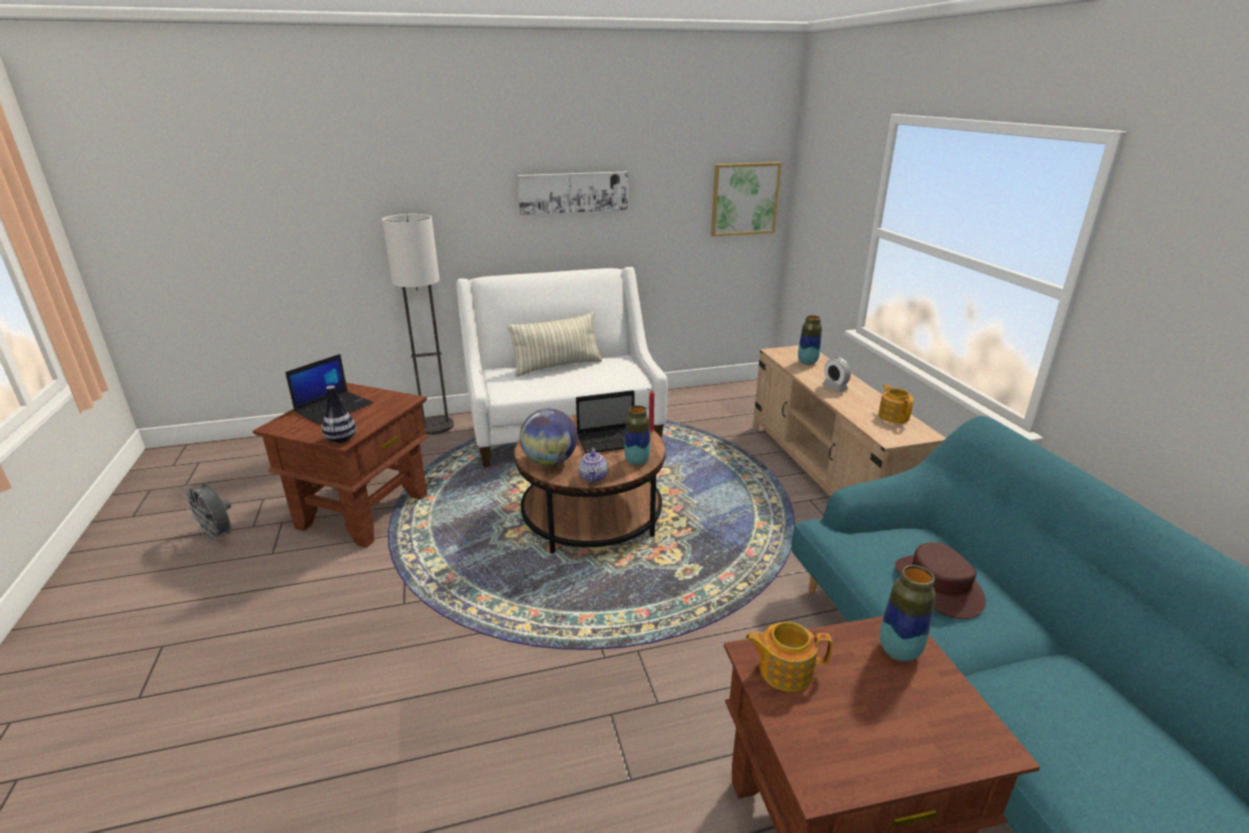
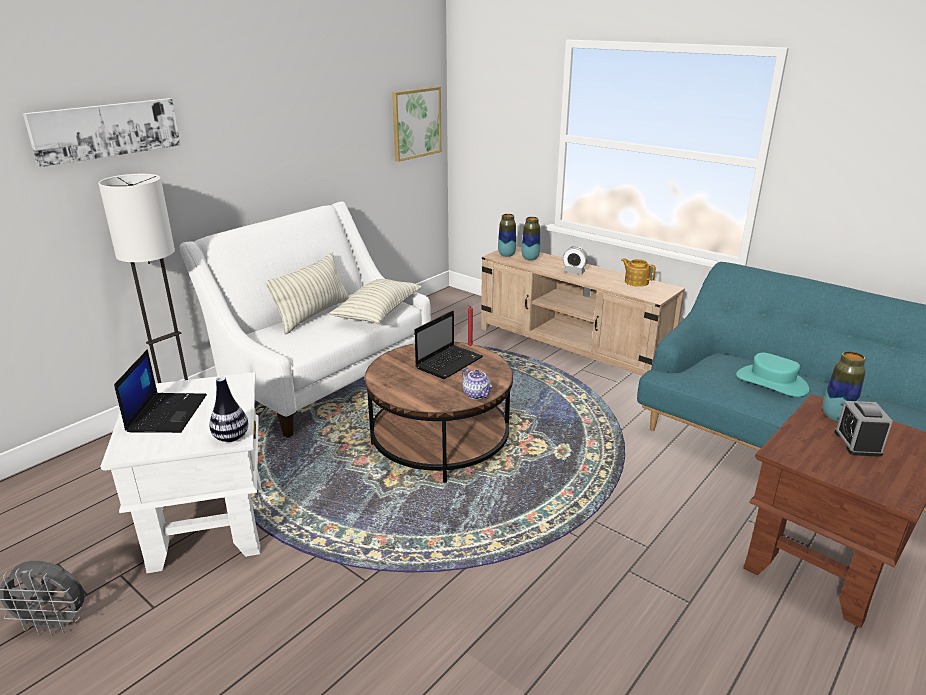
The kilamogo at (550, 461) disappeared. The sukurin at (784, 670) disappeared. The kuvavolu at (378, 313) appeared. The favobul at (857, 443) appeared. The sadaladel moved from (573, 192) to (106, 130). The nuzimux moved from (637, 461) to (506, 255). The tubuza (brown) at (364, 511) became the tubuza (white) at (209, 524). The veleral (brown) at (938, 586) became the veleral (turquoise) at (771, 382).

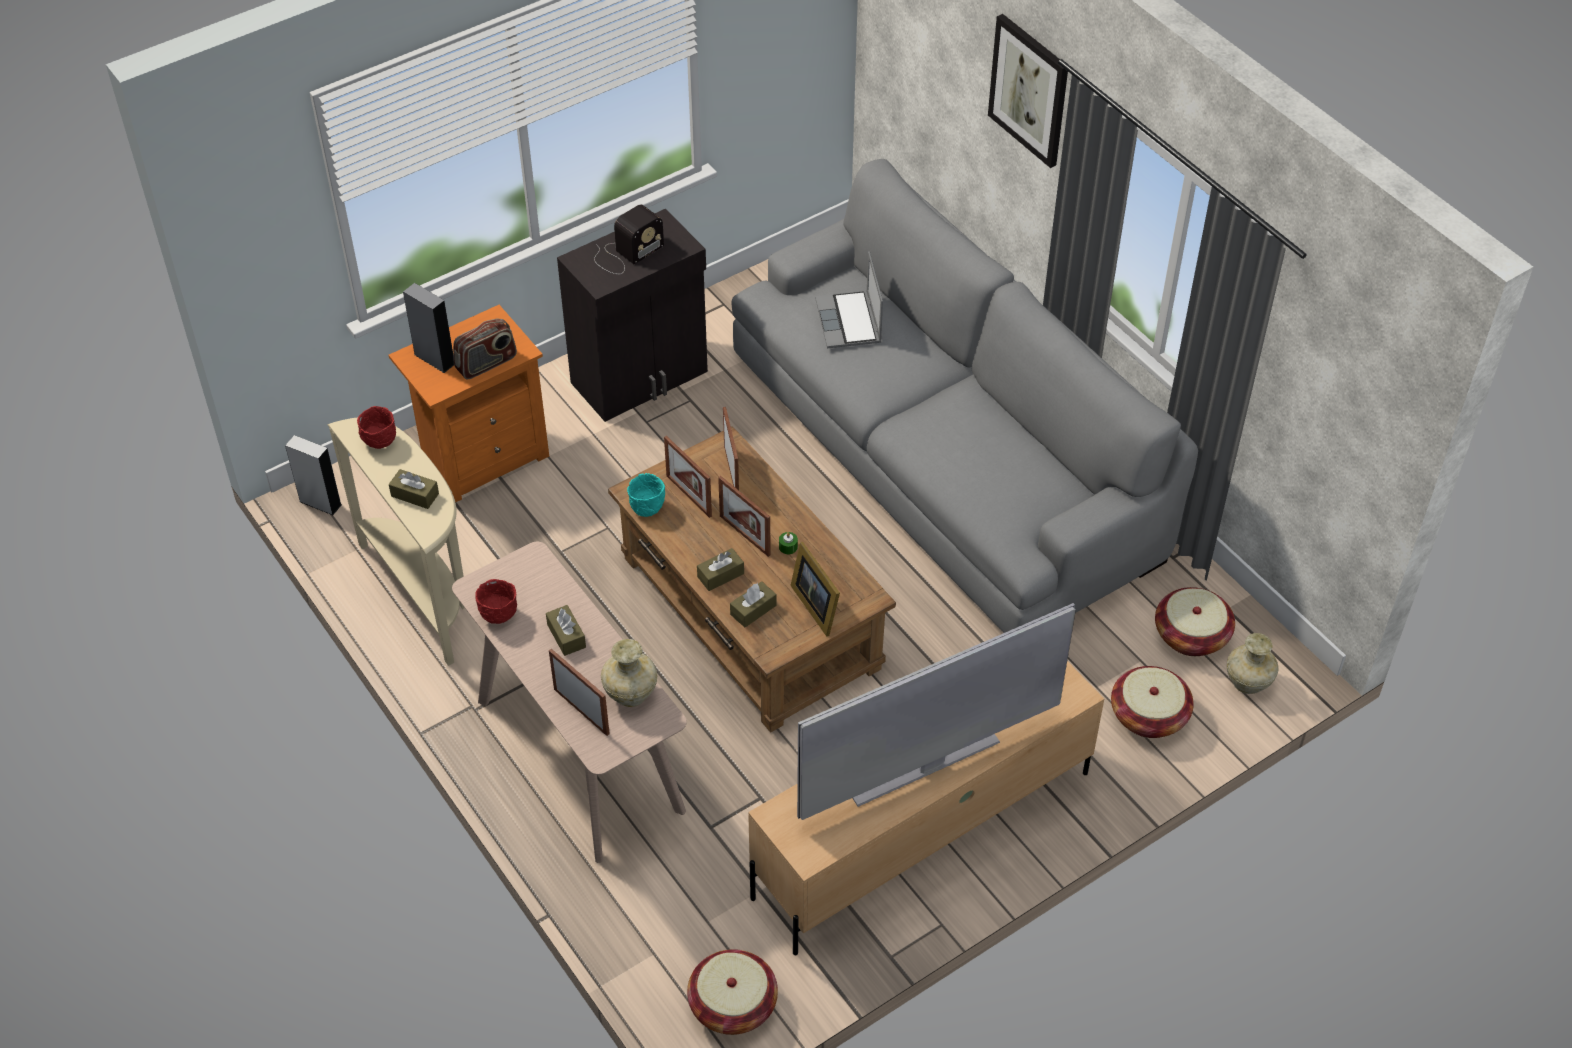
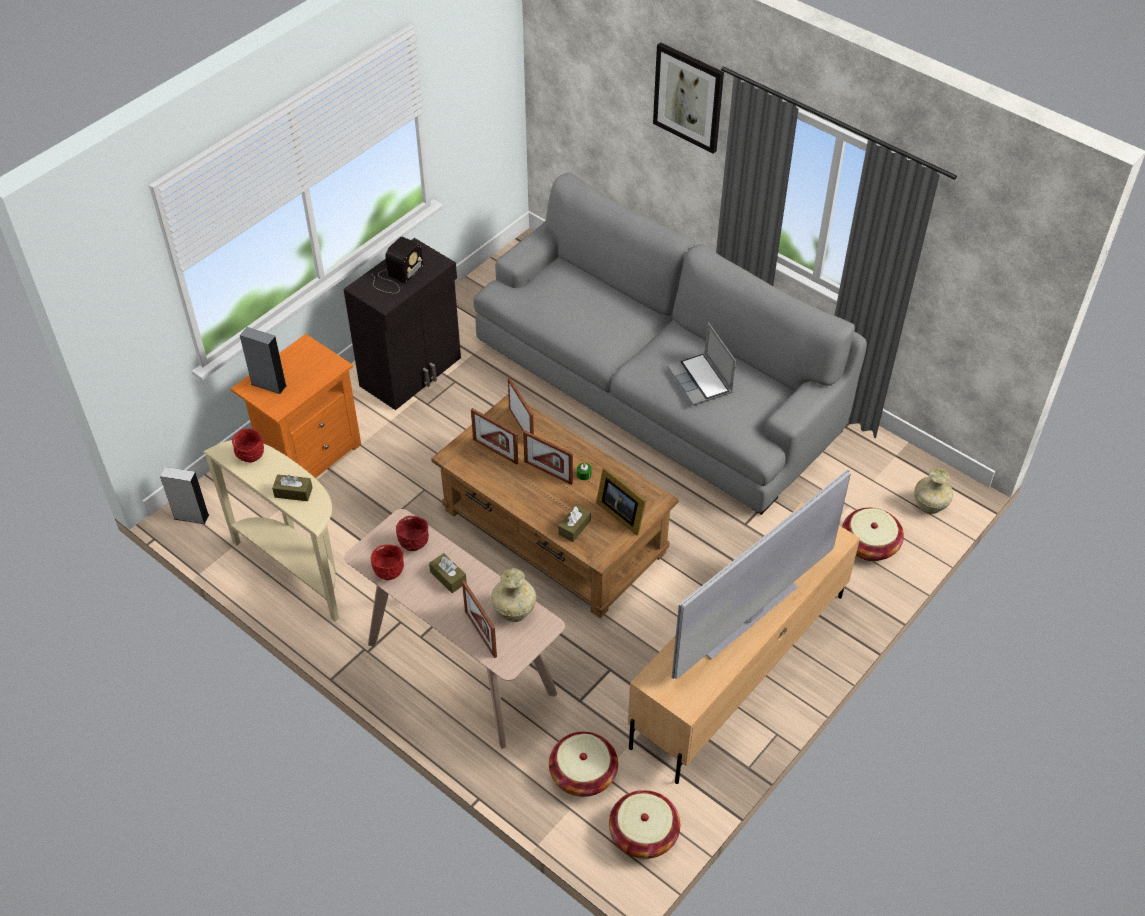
The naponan at (486, 364) disappeared. The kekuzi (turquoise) at (648, 508) disappeared. The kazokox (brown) at (720, 575) disappeared. The kekuzi (red) at (413, 544) appeared. The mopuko moved from (849, 322) to (701, 381). The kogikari moved from (1191, 635) to (583, 774). The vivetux at (581, 711) turned 150 degrees counterclockwise.

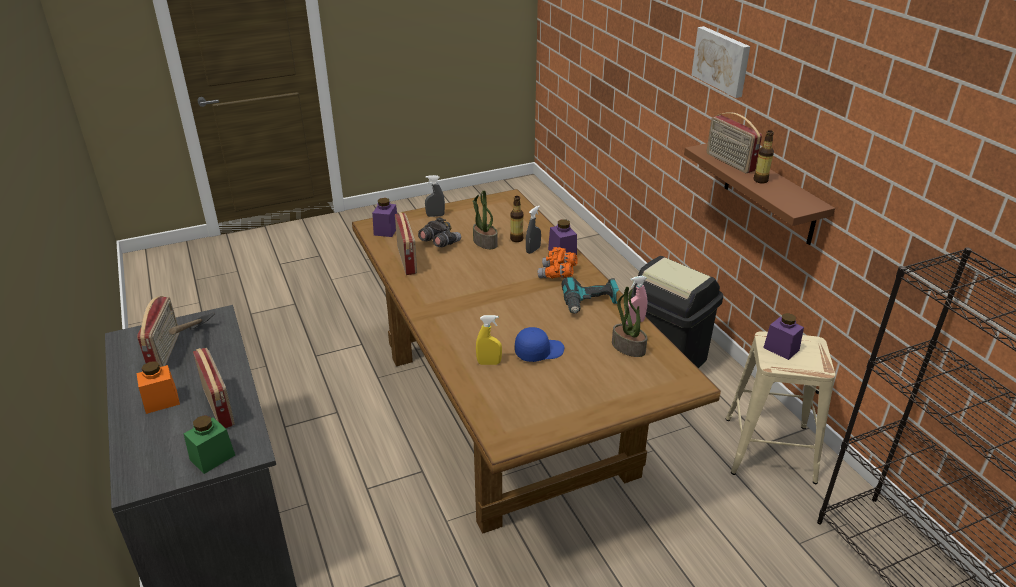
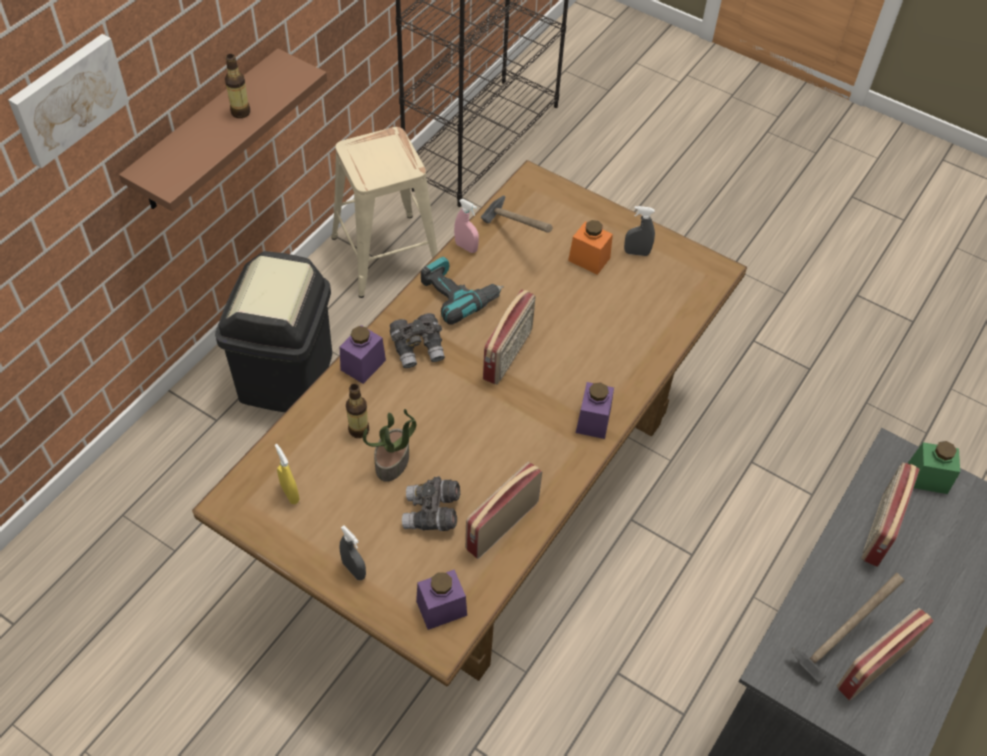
The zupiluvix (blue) at (538, 351) disappeared. The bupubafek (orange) moved from (161, 401) to (589, 259). The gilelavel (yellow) moved from (489, 363) to (290, 493). The gilelavel (grey) moved from (533, 250) to (636, 253). The naponan moved from (729, 162) to (508, 355). The bupubafek (purple) moved from (781, 349) to (593, 420). The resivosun at (627, 347) was replaced by the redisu at (515, 237). The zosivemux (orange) at (557, 274) became the zosivemux (grey) at (418, 348).

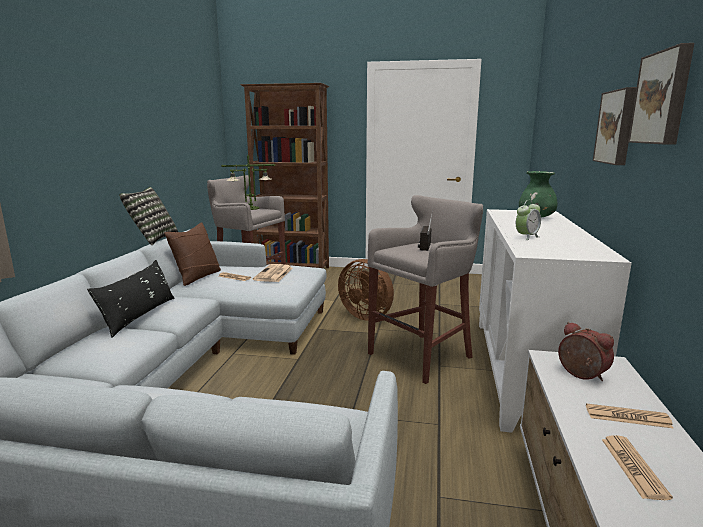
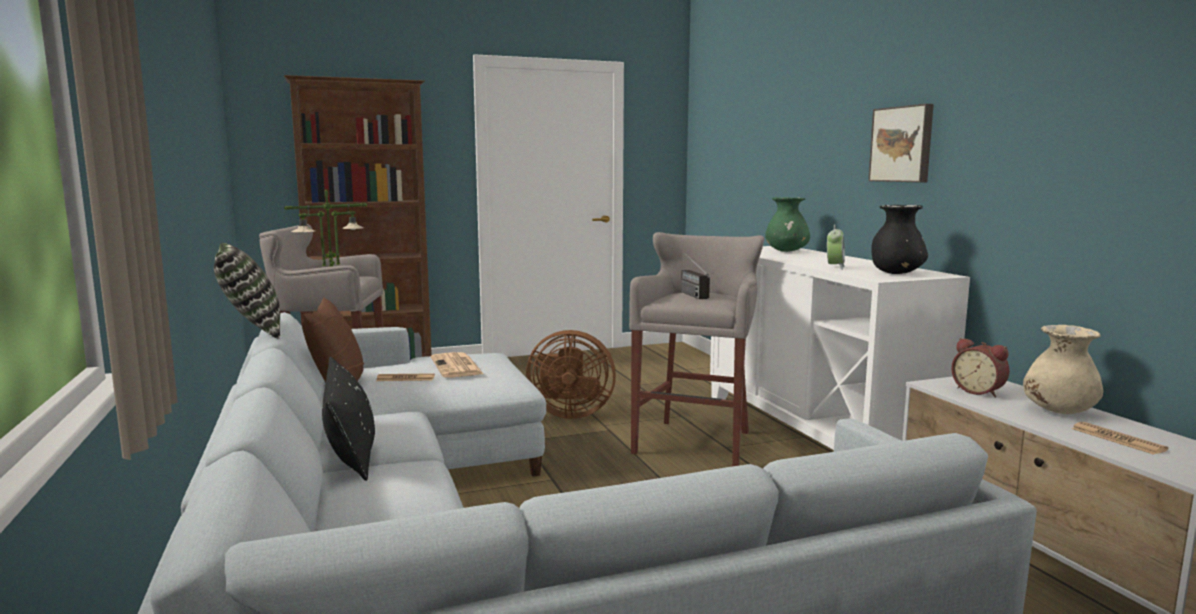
The sadaladel at (663, 98) disappeared. The nuzimux (black) at (896, 273) appeared. The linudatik at (627, 417) was replaced by the nuzimux (beige) at (1058, 411). The favobul at (580, 375) turned 150 degrees counterclockwise.

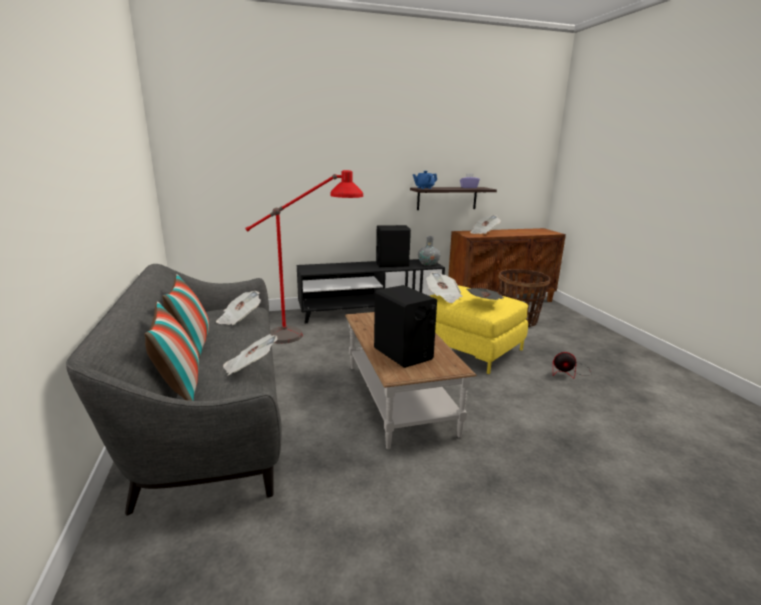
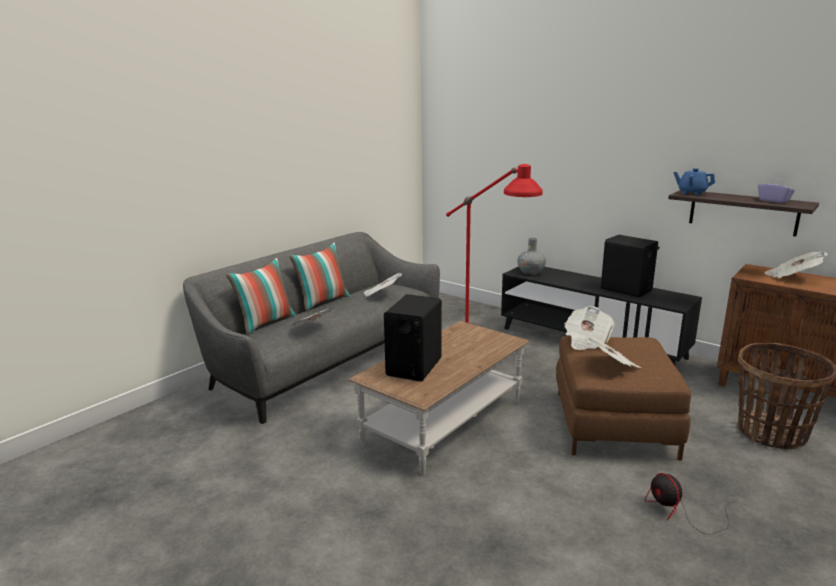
The nuzimux (grey) moved from (428, 264) to (531, 272). The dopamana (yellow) at (469, 348) became the dopamana (brown) at (614, 424).

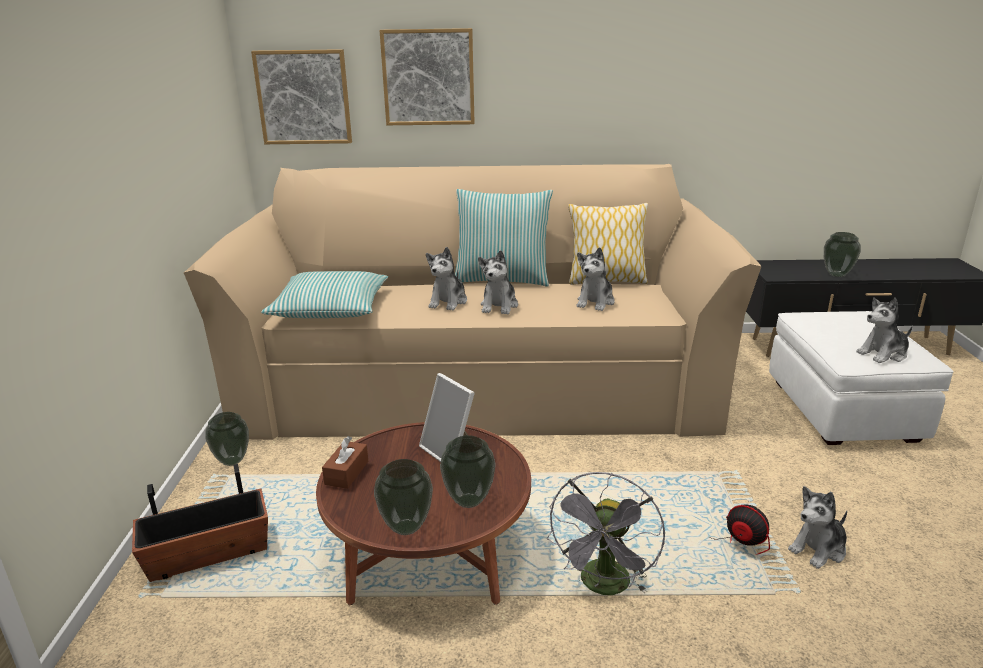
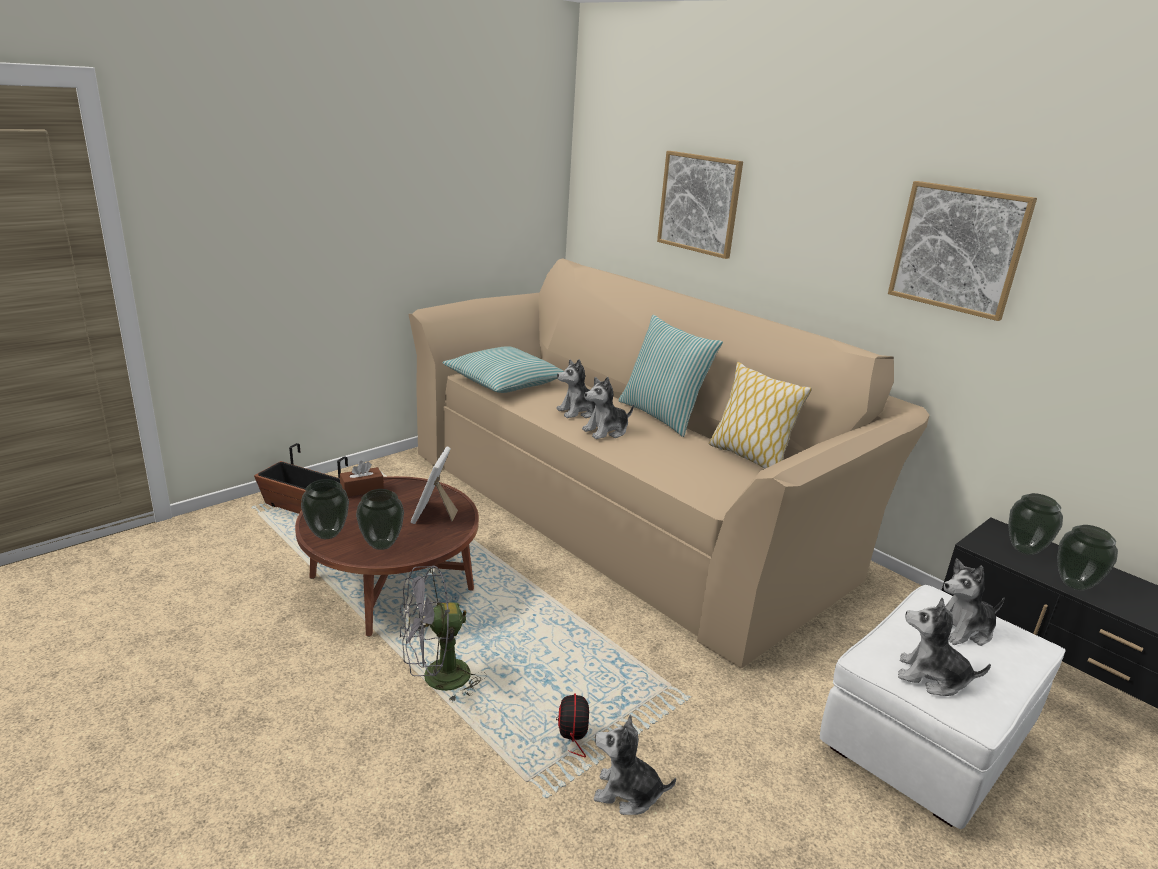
The nuzimux moved from (232, 461) to (1023, 550). The sadaladel moved from (303, 97) to (958, 249). The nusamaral moved from (595, 302) to (963, 630).

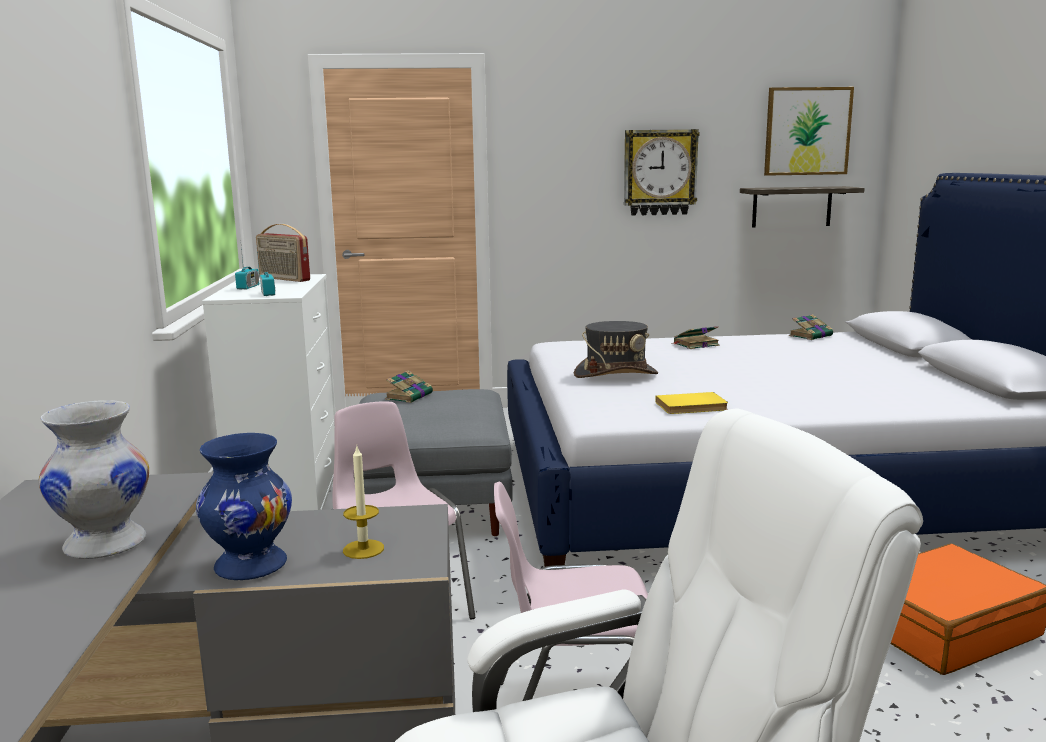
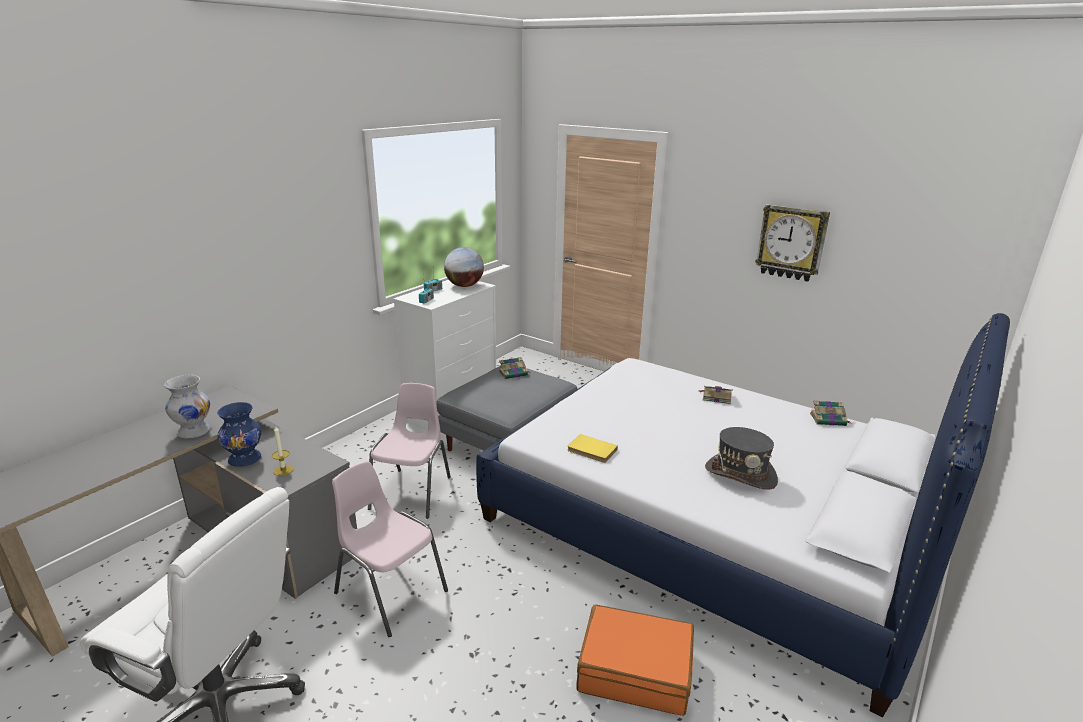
The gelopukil at (791, 207) disappeared. The sadaladel at (807, 131) disappeared. The veleral (grey) moved from (615, 374) to (740, 474). The naponan at (283, 279) was replaced by the kilamogo at (464, 286).

